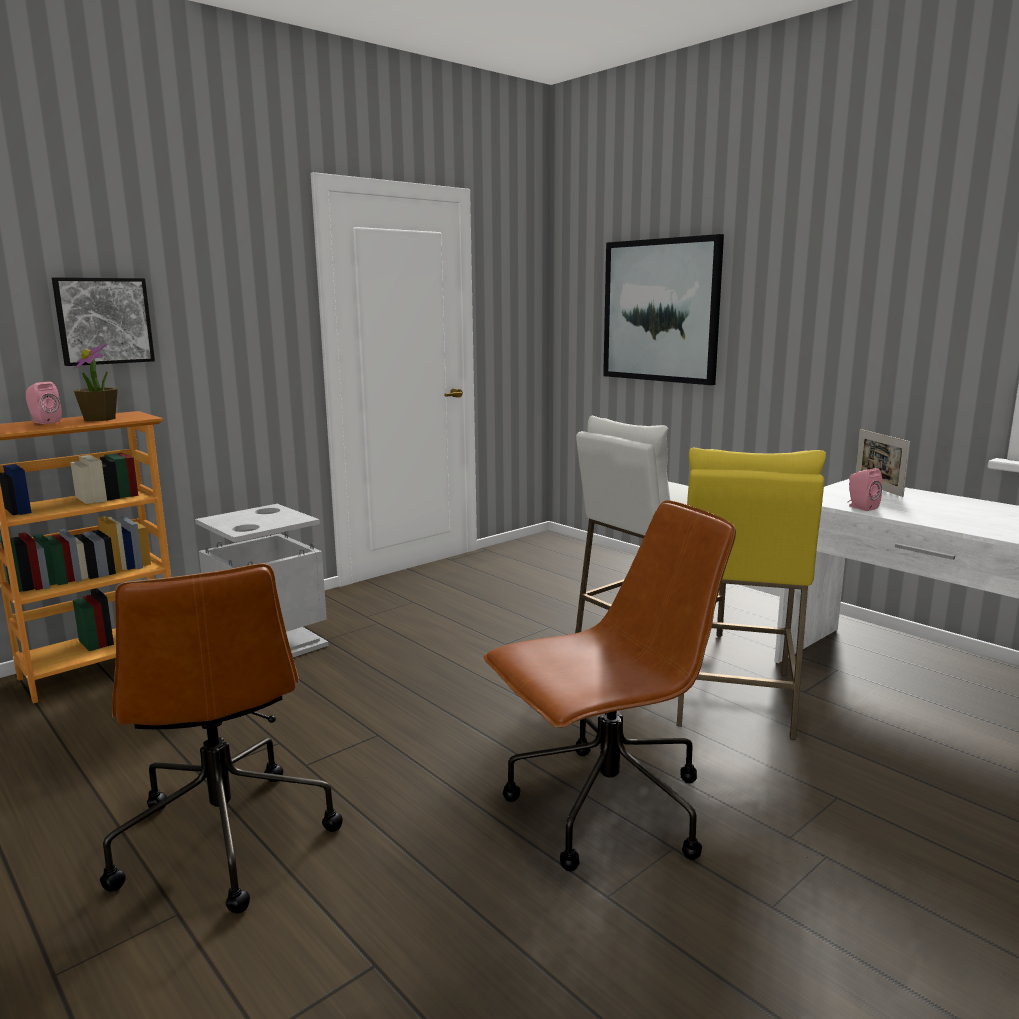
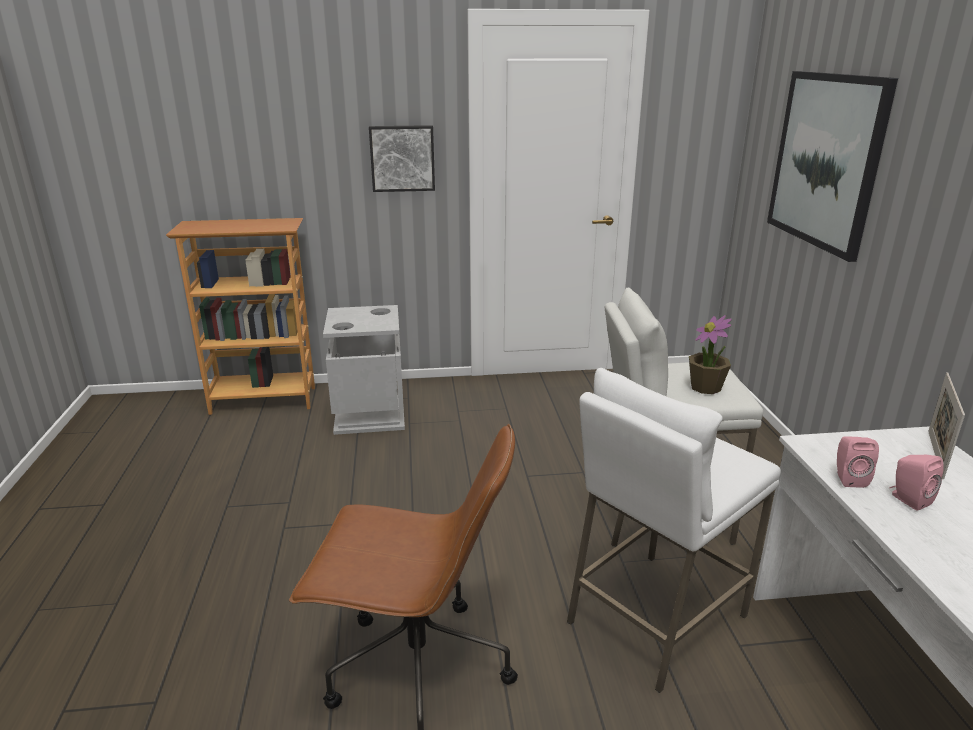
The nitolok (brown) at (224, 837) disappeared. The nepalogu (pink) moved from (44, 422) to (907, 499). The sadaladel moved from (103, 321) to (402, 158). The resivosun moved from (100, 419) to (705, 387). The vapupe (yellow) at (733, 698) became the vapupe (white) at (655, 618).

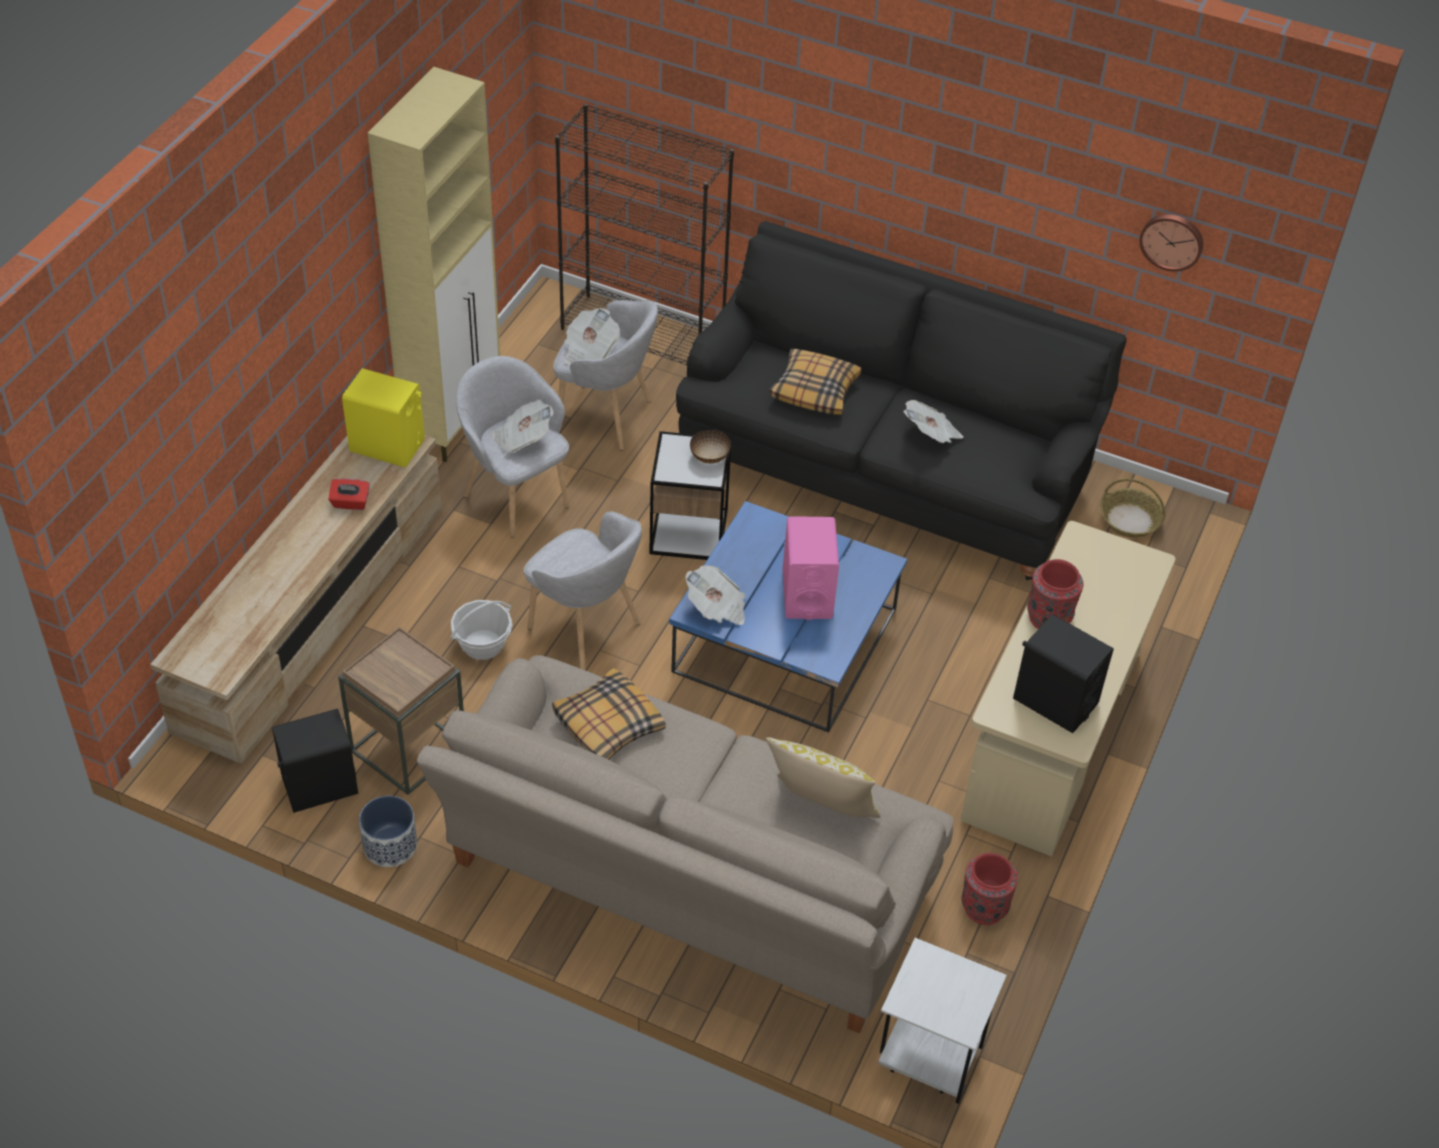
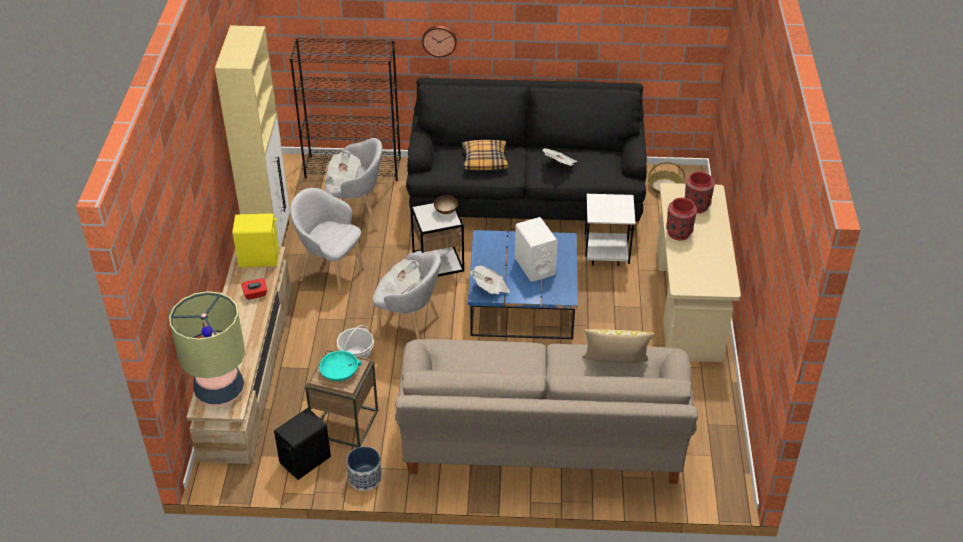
The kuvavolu at (607, 724) disappeared. The nepalogu (black) at (1054, 701) disappeared. The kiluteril at (219, 390) appeared. The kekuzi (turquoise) at (339, 371) appeared. The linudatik moved from (522, 438) to (401, 285). The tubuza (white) moved from (927, 1061) to (605, 257). The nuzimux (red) moved from (984, 906) to (696, 205). The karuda moved from (1172, 240) to (439, 40). The nepalogu (pink) at (807, 594) became the nepalogu (white) at (534, 266).

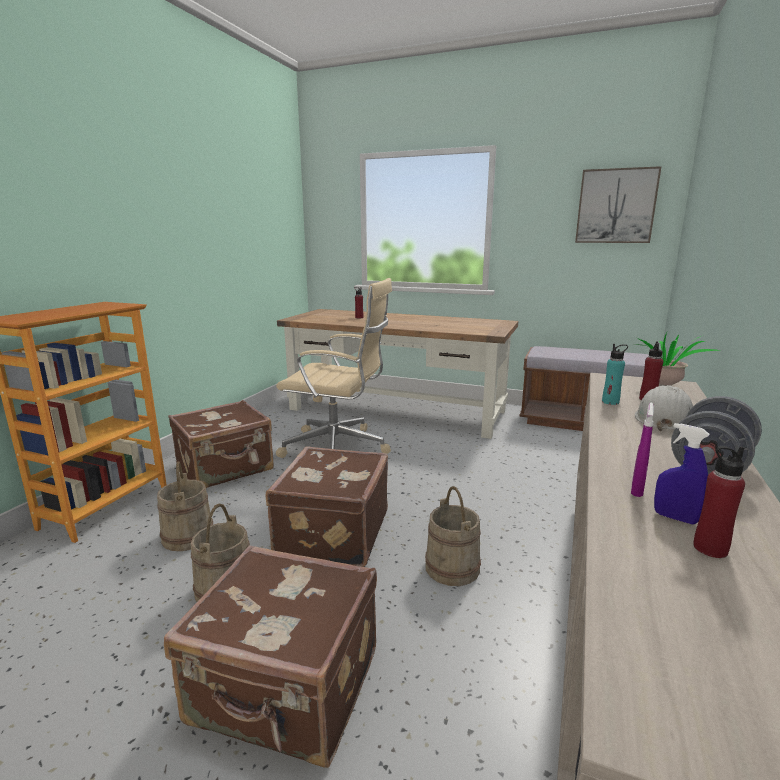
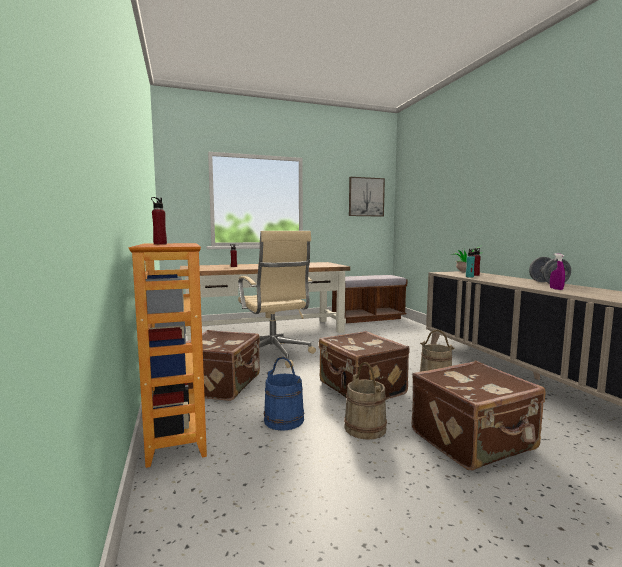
The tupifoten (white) at (663, 418) disappeared. The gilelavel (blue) at (675, 518) disappeared. The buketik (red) moved from (710, 548) to (160, 244). The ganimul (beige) at (187, 536) became the ganimul (blue) at (283, 420). The nitolok (beige) at (338, 448) turned 90 degrees clockwise.

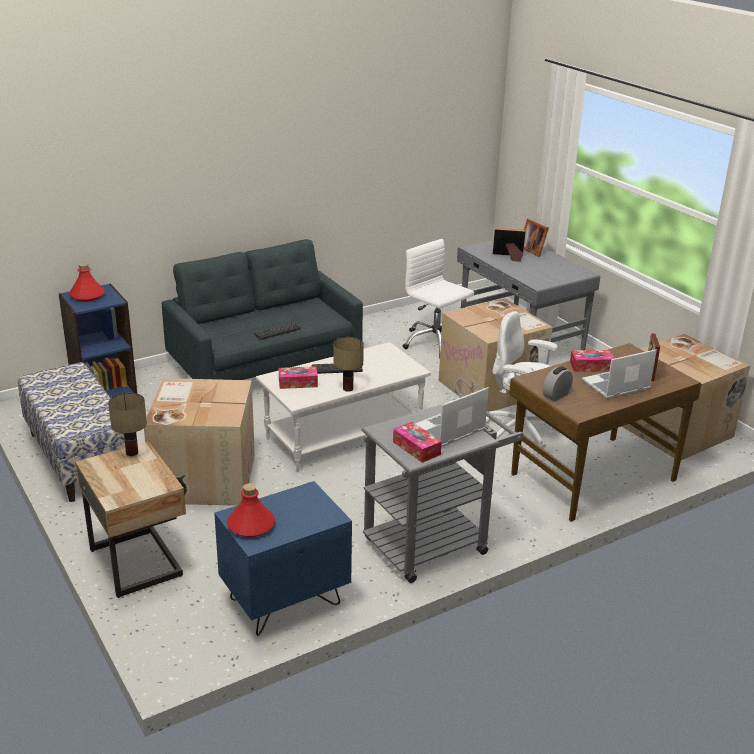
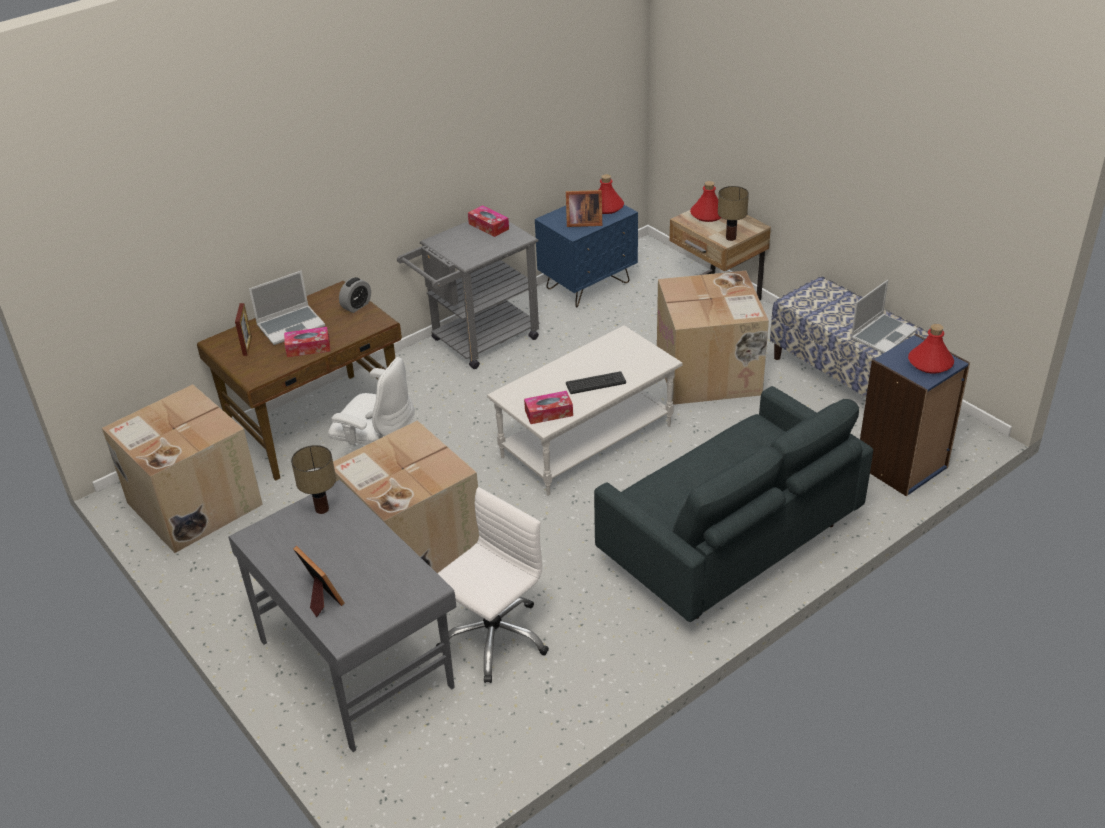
The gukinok at (277, 331) disappeared. The buketik (red) at (708, 214) appeared. The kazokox moved from (298, 383) to (548, 413). The kiluteril moved from (348, 388) to (321, 509). The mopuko moved from (448, 430) to (882, 334). The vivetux moved from (508, 257) to (582, 222). The nitolok (white) at (435, 342) turned 90 degrees counterclockwise.

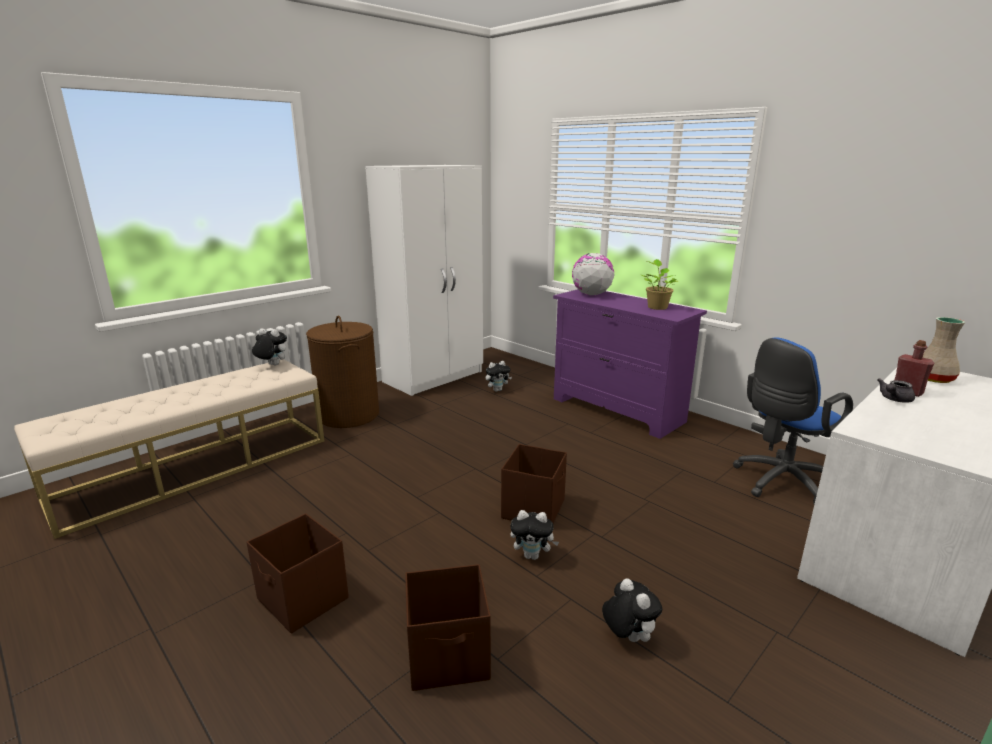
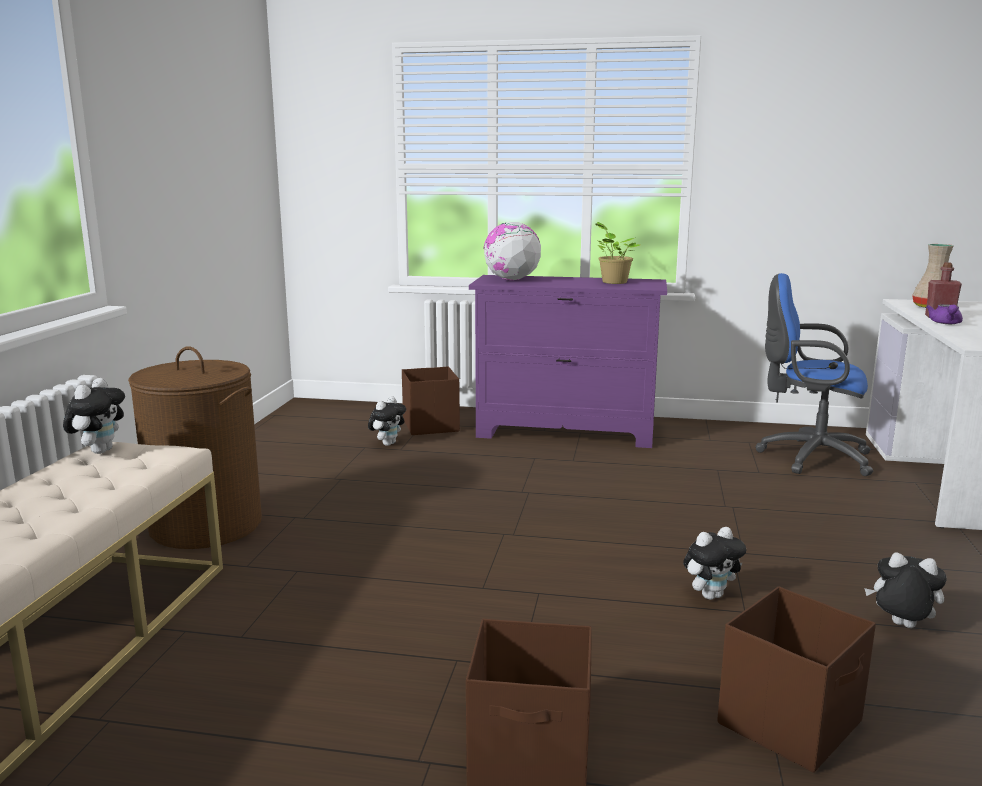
The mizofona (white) at (434, 377) disappeared. The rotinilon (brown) moved from (534, 509) to (431, 425). The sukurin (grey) at (894, 399) became the sukurin (purple) at (945, 323). The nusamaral at (272, 365) turned 120 degrees clockwise. The nitolok (blue) at (779, 483) turned 90 degrees clockwise.

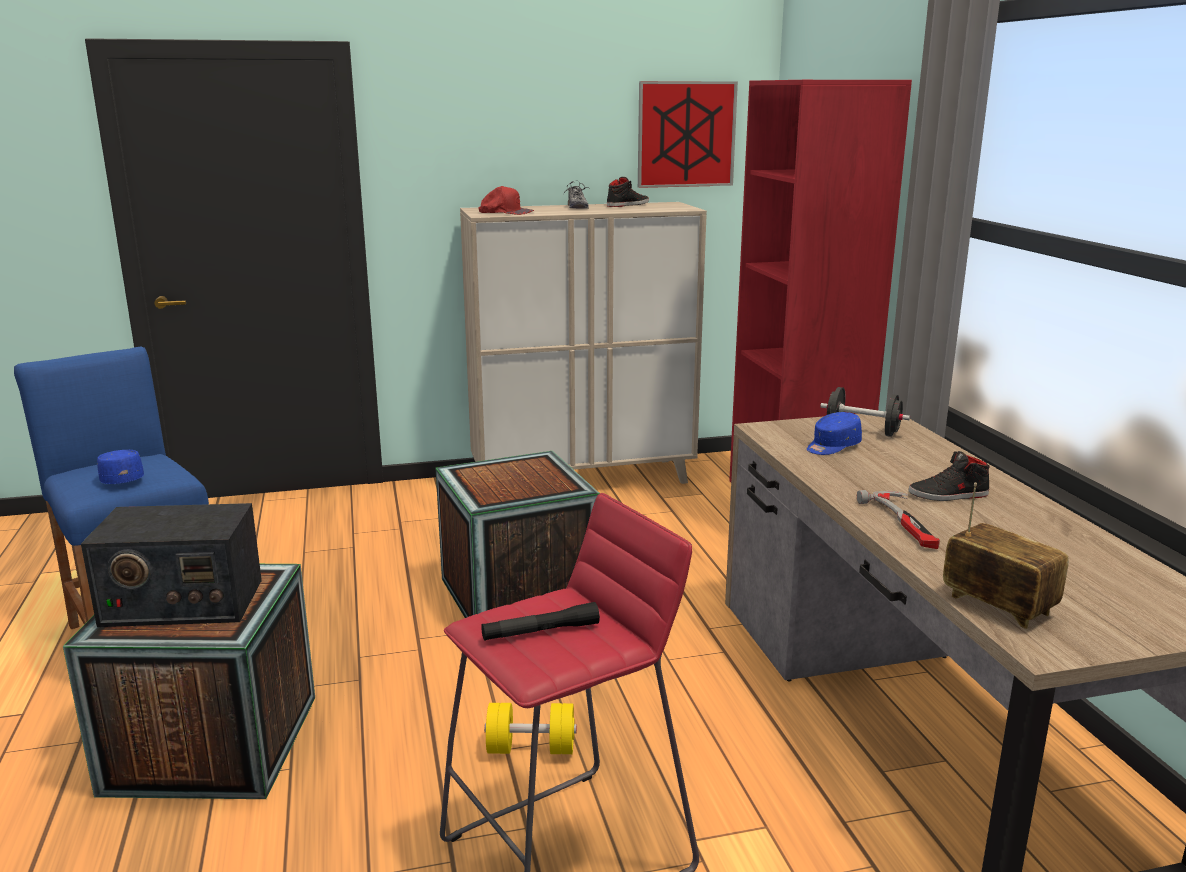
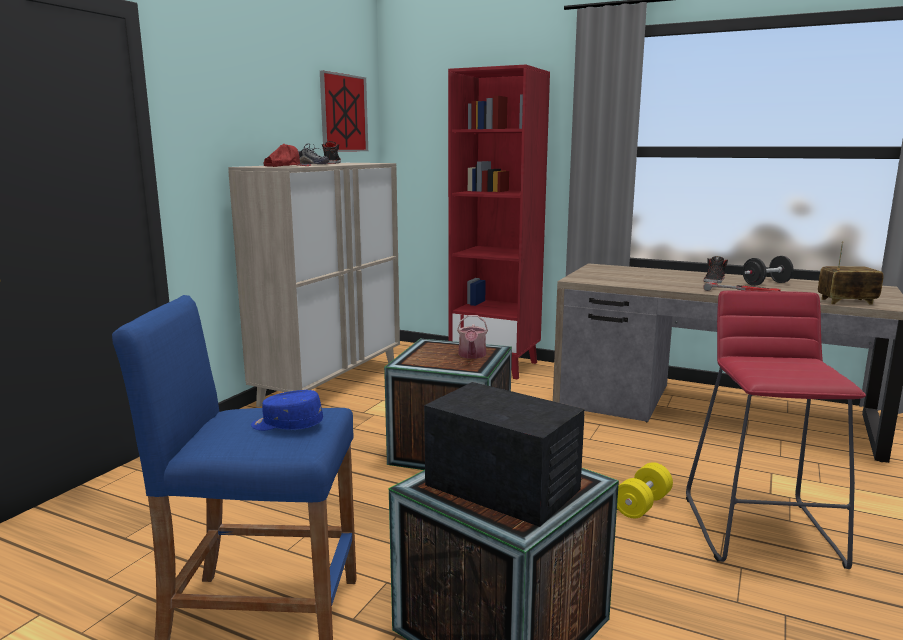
The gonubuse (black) at (540, 631) disappeared. The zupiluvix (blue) at (832, 446) disappeared. The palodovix at (472, 355) appeared. The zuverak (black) moved from (862, 431) to (766, 284). The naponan at (181, 602) turned 90 degrees counterclockwise.

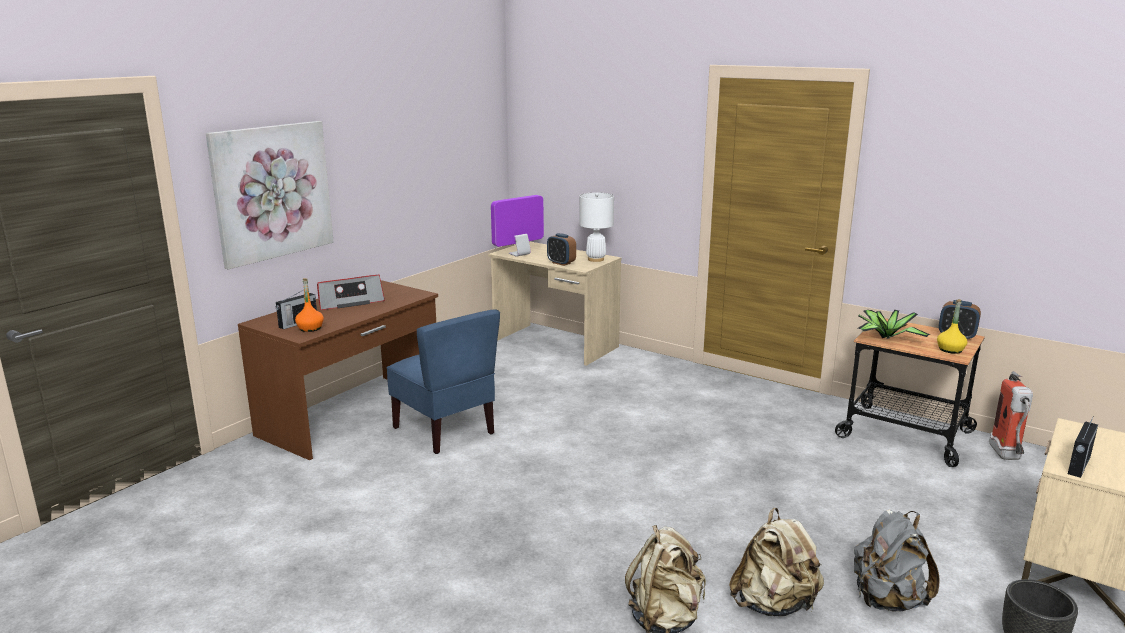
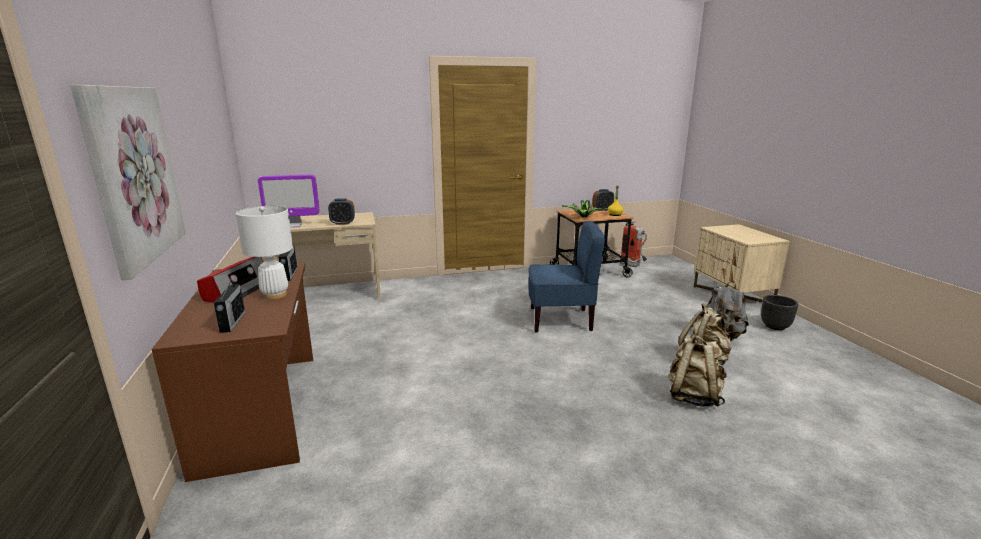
The buketik (orange) at (310, 328) disappeared. The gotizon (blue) moved from (445, 430) to (560, 320). The kiluteril (white) moved from (596, 259) to (275, 295). The naponan moved from (1078, 465) to (289, 275). The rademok at (519, 254) turned 105 degrees counterclockwise.

